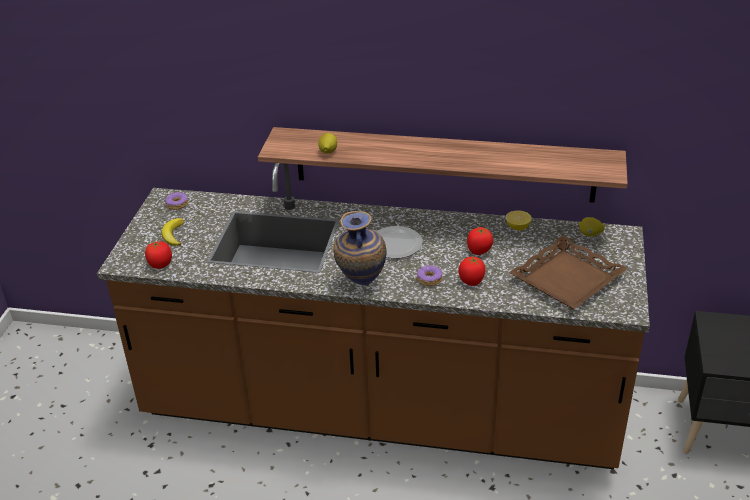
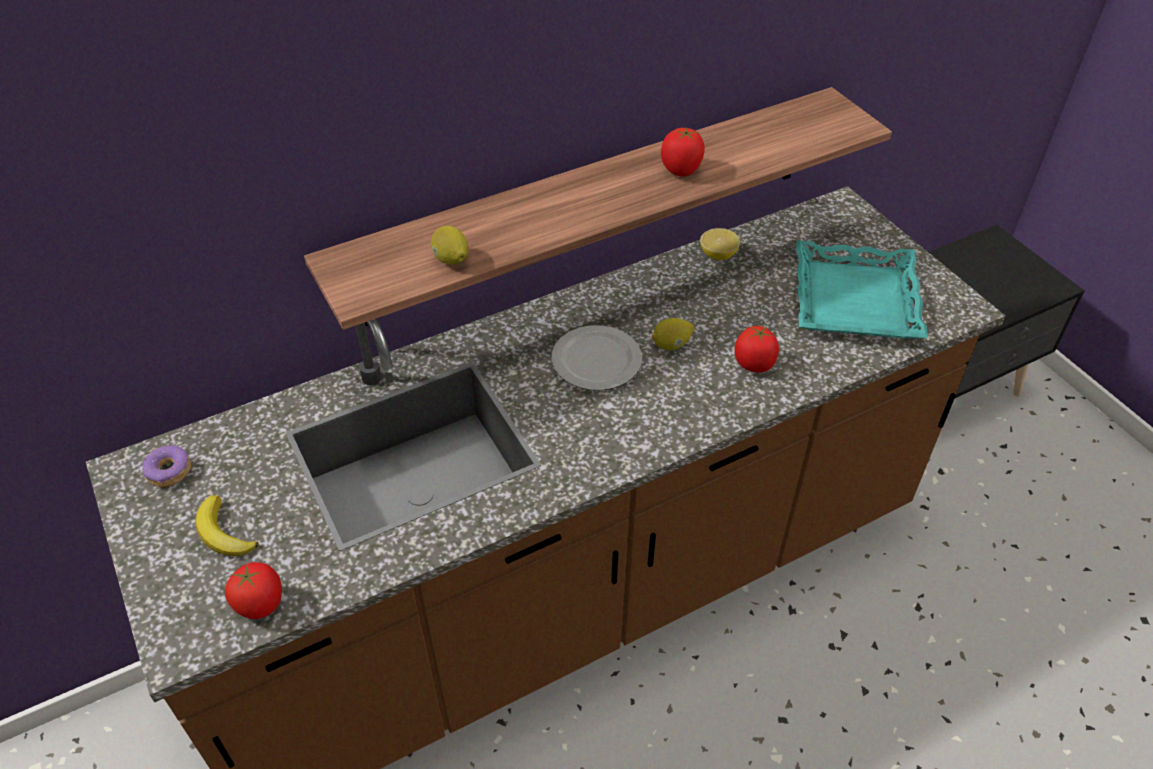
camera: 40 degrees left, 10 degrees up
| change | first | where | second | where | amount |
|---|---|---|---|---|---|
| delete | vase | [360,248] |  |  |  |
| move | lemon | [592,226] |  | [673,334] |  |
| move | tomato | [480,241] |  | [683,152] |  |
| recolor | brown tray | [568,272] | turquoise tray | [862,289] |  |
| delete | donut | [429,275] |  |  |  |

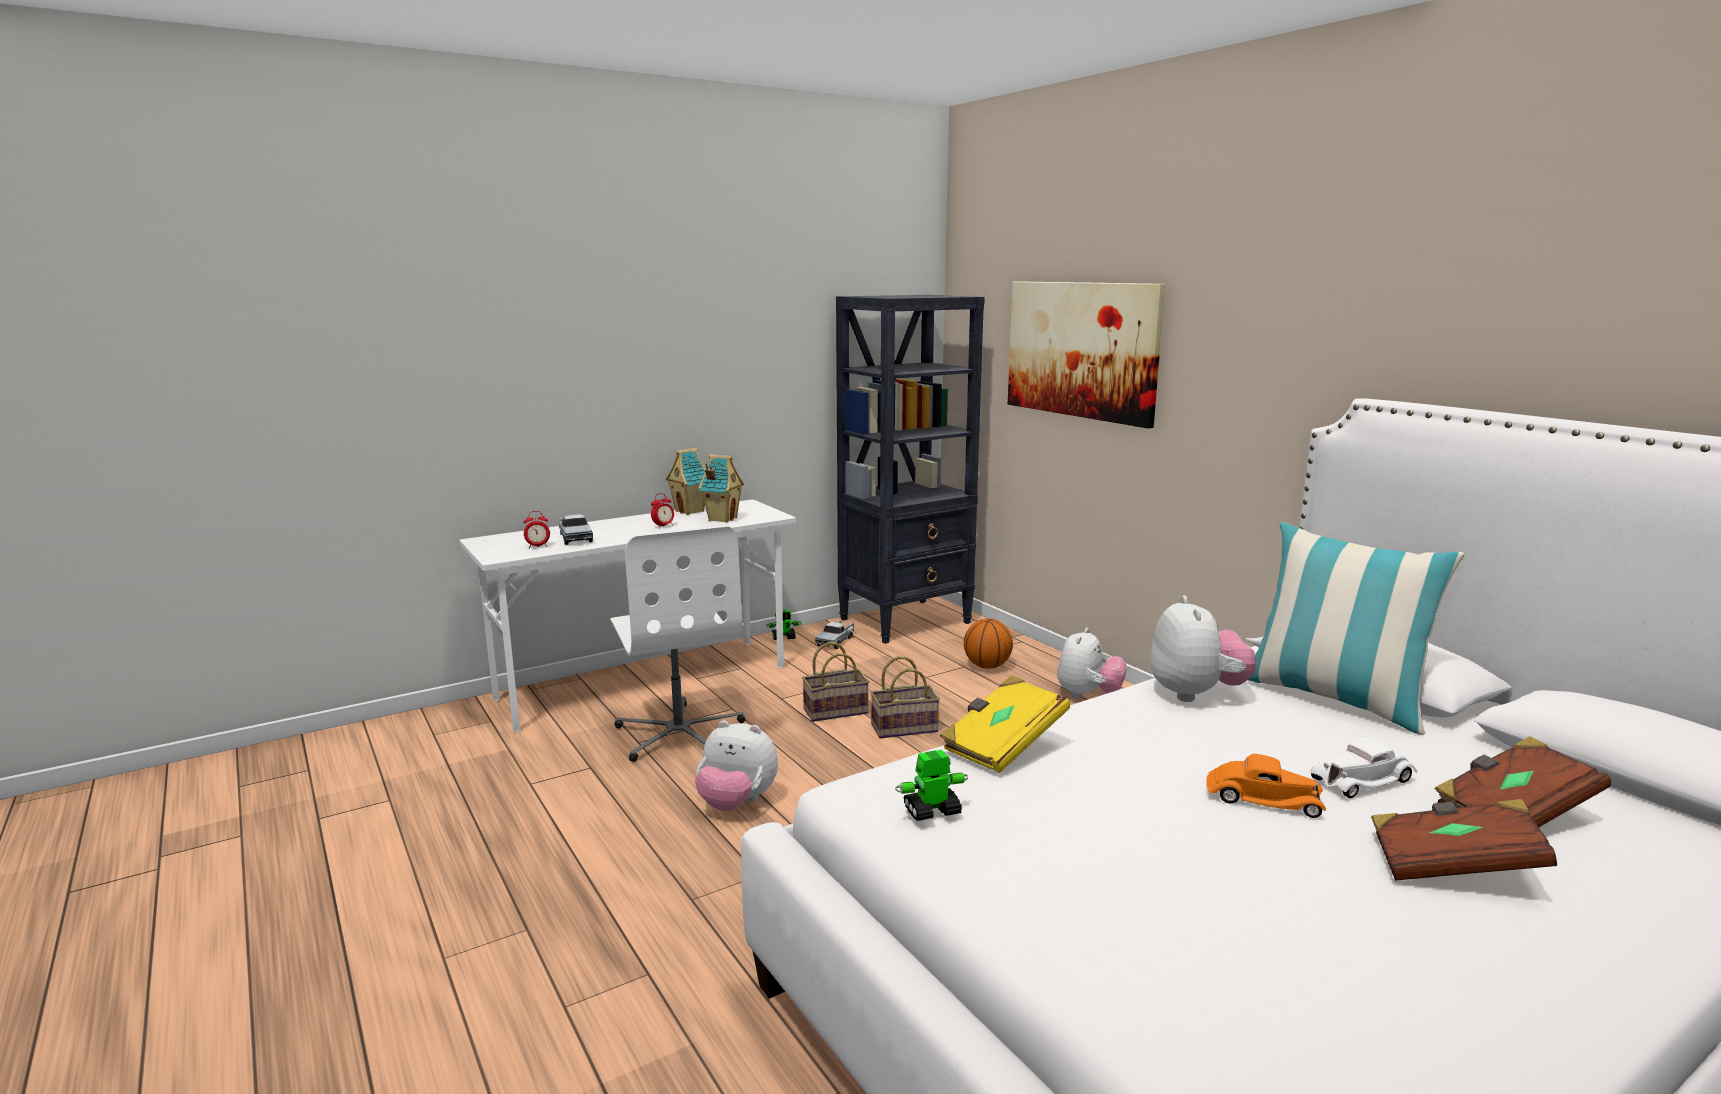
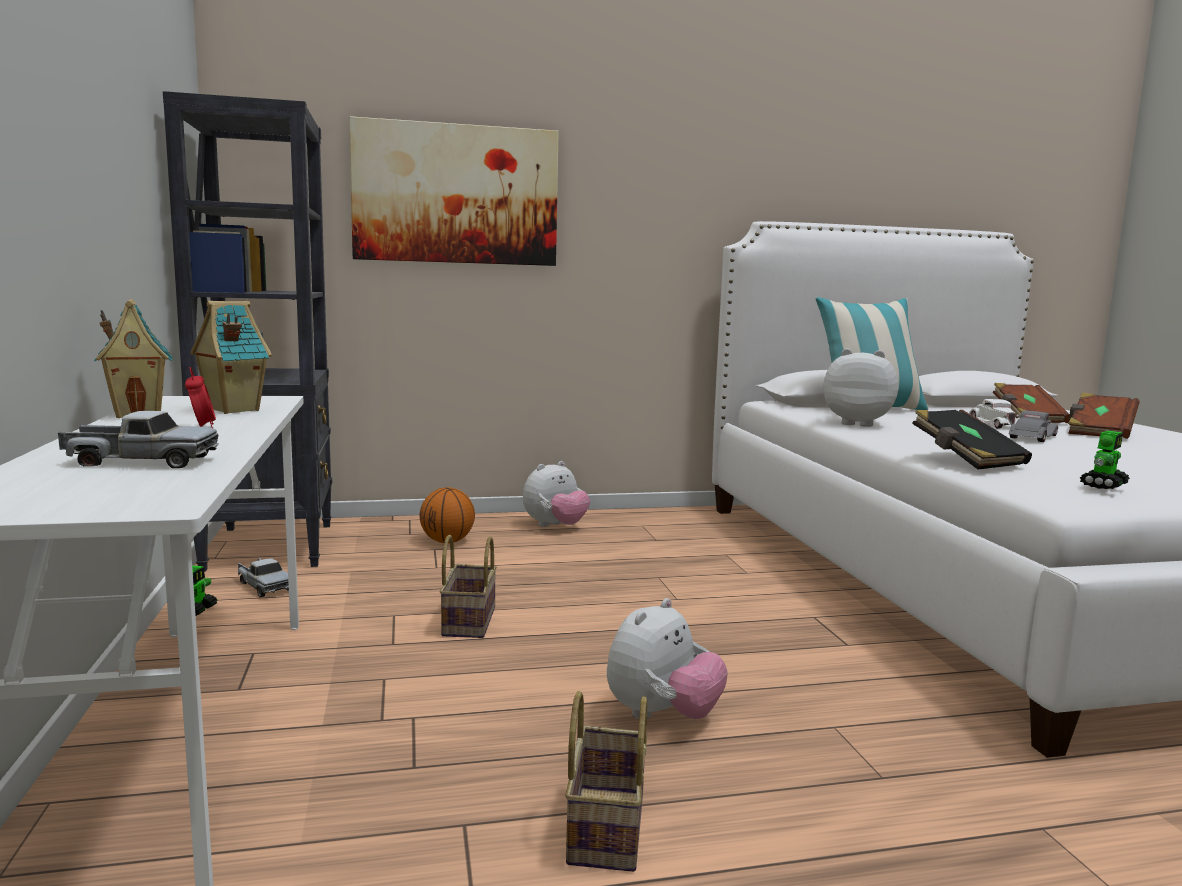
camera: 70 degrees left, 5 degrees down
| change | first | where | second | where | amount |
|---|---|---|---|---|---|
| delete | alarm clock | [537,530] |  |  |  |
| delete | white office chair | [677,644] |  |  |  |
| rotate | plush toy | [1092,663] |  | [556,494] | 90 degrees clockwise |
| move | basket | [905,697] |  | [606,781] |  |
| recolor | yellow book | [1005,724] | black book | [972,440] |  |
| rotate | toy robot | [931,785] |  | [1105,460] | 135 degrees counterclockwise |
| recolor | orange toy car | [1266,786] | grey toy car | [1033,426] |  |

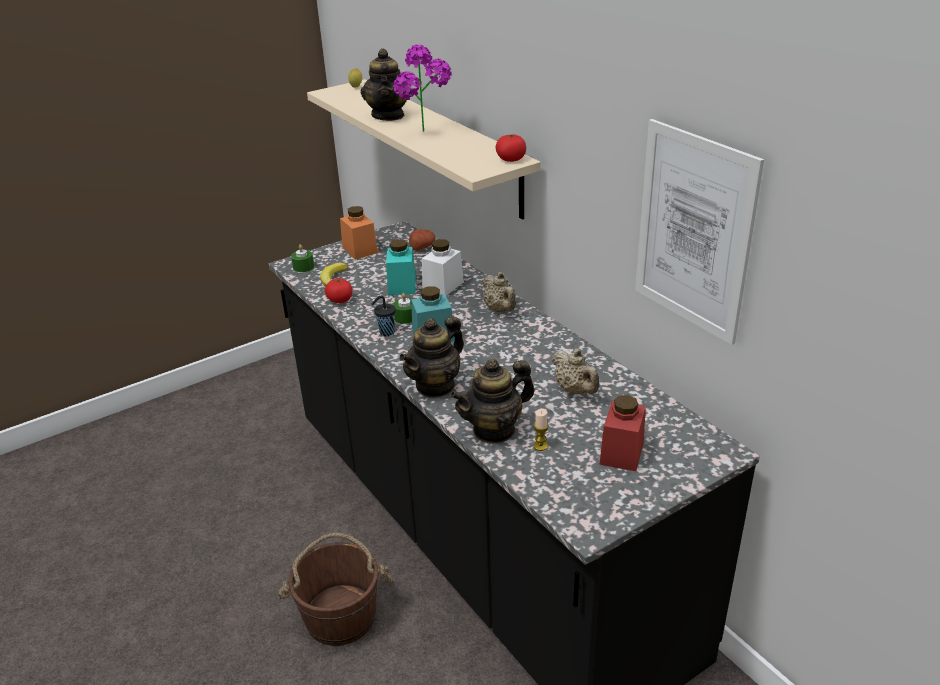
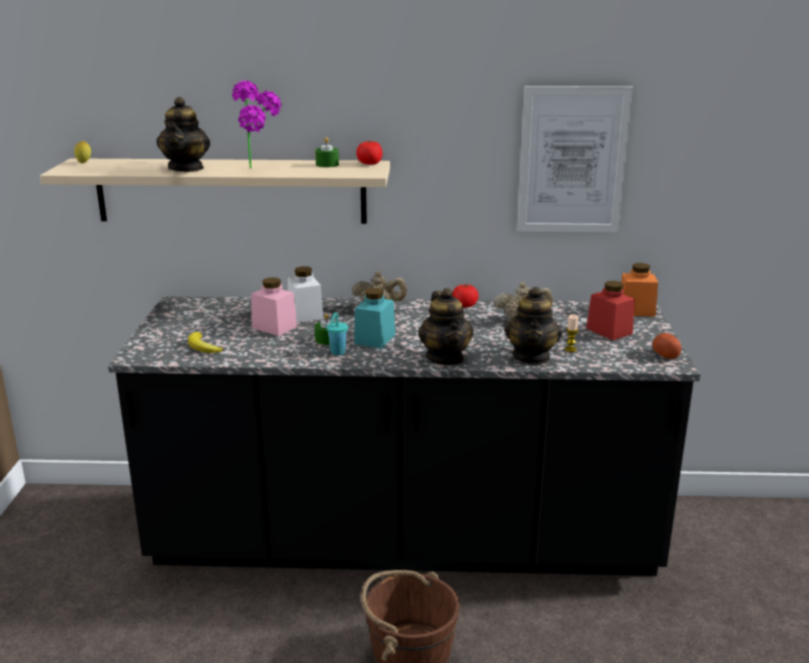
camera: 55 degrees left, 10 degrees down
| change | first | where | second | where | amount |
|---|---|---|---|---|---|
| rotate | teapot | [386,84] |  | [183,134] | 60 degrees clockwise |
| move | orange jar | [359,233] |  | [639,290] |  |
| move | potato | [422,240] |  | [666,346] |  |
| recolor | turquoise jar | [401,267] | pink jar | [274,306] |  |
| move | green candle | [302,258] |  | [327,152] |  |
| move | tomato | [338,290] |  | [465,295] |  |
| recolor | black cup | [383,316] | turquoise cup | [337,333] |  |

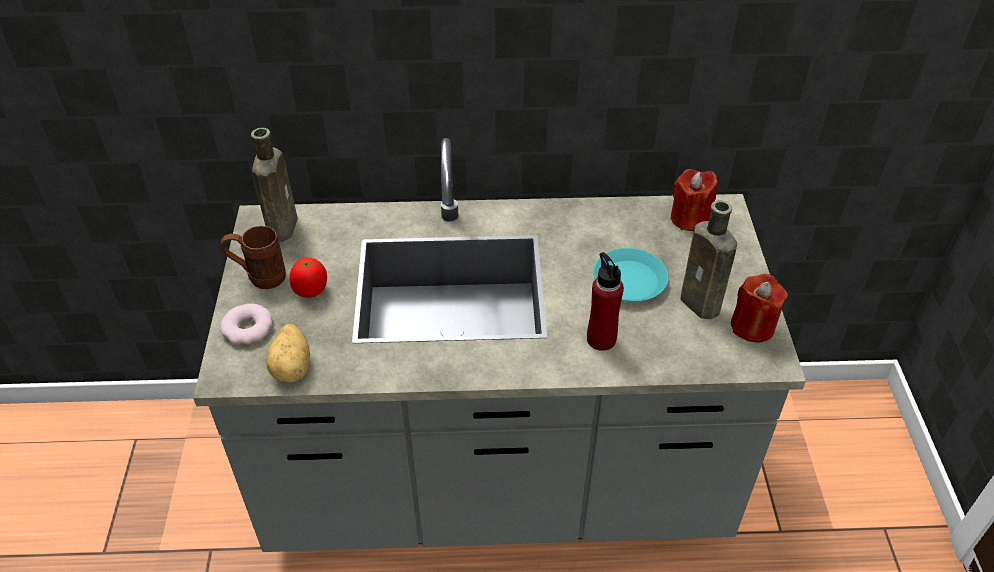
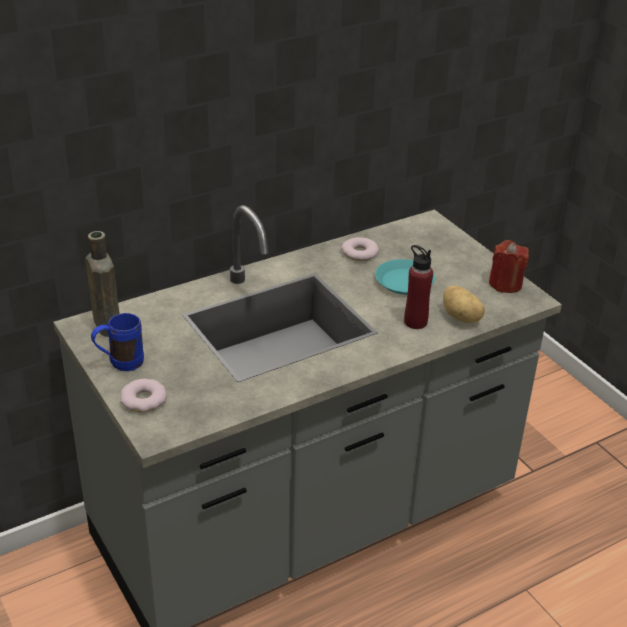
camera: 30 degrees left, 10 degrees down
| change | first | where | second | where | amount |
|---|---|---|---|---|---|
| delete | red candle | [694,200] |  |  |  |
| delete | brown bottle | [708,259] |  |  |  |
| recolor | brown mug | [253,257] | blue mug | [117,342] |  |
| delete | tomato | [308,278] |  |  |  |
| move | potato | [288,353] |  | [464,304] |  |
| insert |  |  | donut | [360,249] |  |

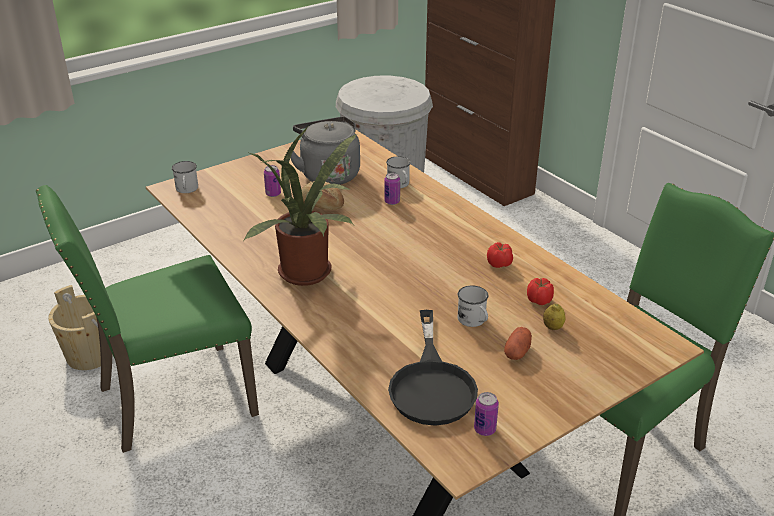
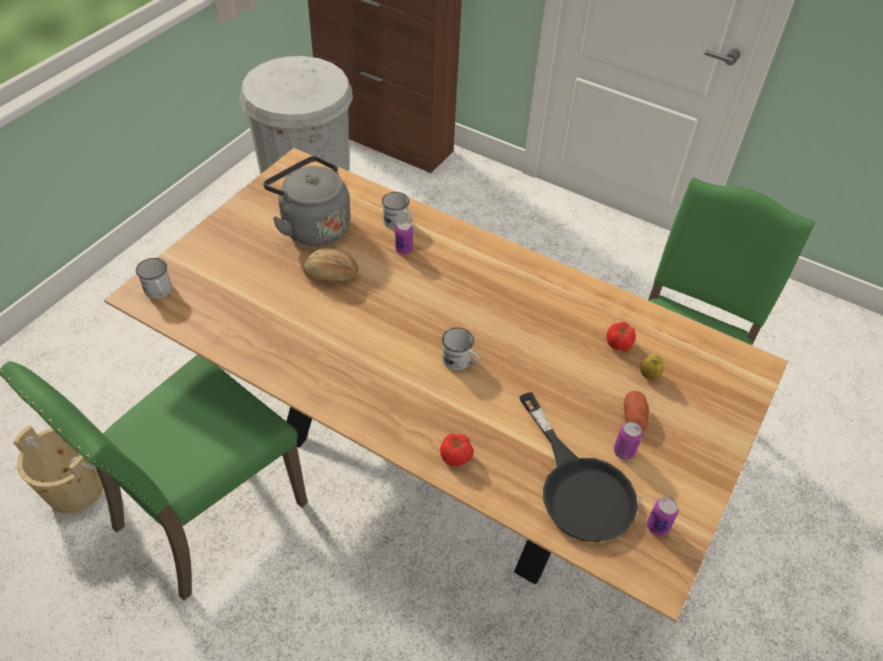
camera: 25 degrees left, 15 degrees up
| change | first | where | second | where | amount |
|---|---|---|---|---|---|
| delete | potted plant | [300,206] |  |  |  |
| move | can | [272,181] |  | [628,440] |  |
| move | tomato | [500,255] |  | [457,450] |  |
| move | white mug | [473,306] |  | [461,348] |  |

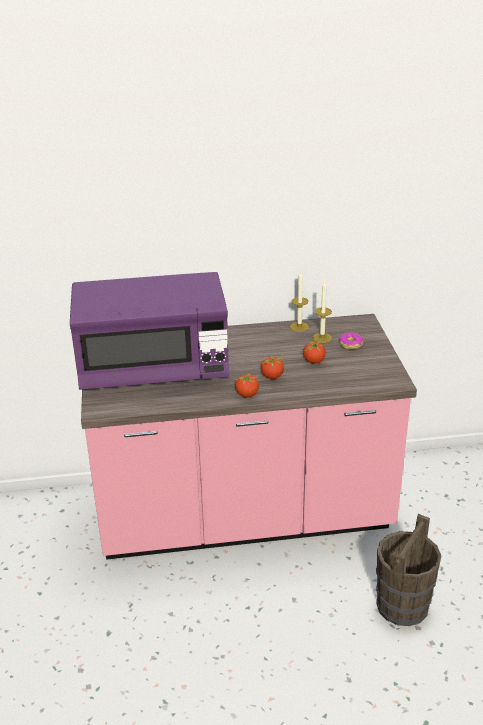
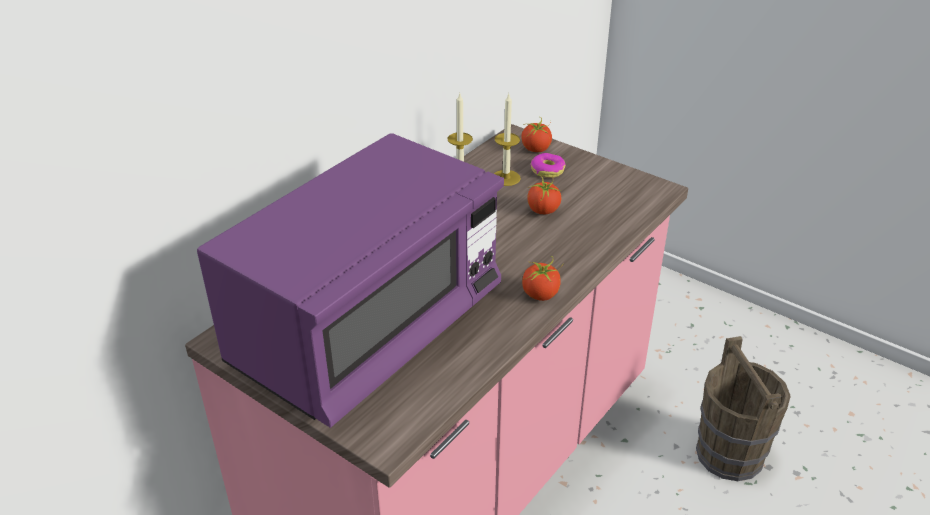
camera: 45 degrees left, 5 degrees up
| change | first | where | second | where | amount |
|---|---|---|---|---|---|
| move | tomato | [273,367] |  | [536,134] |  |

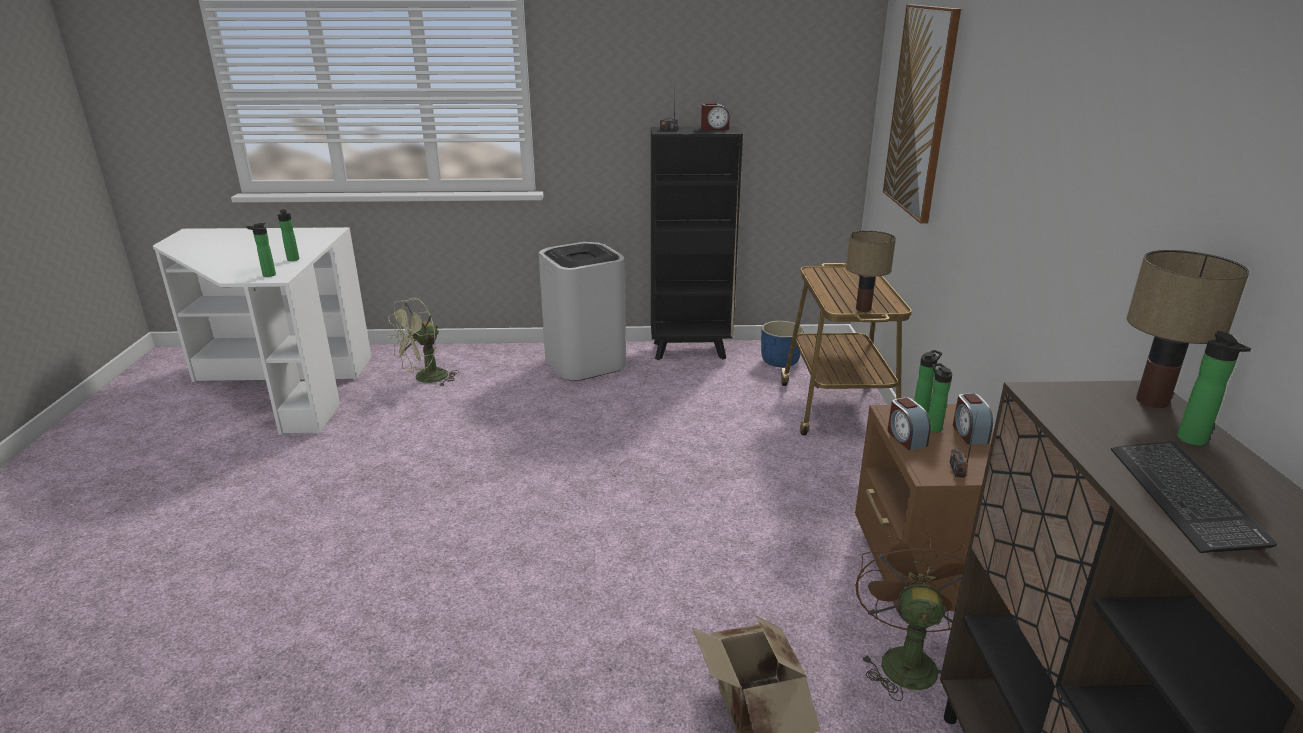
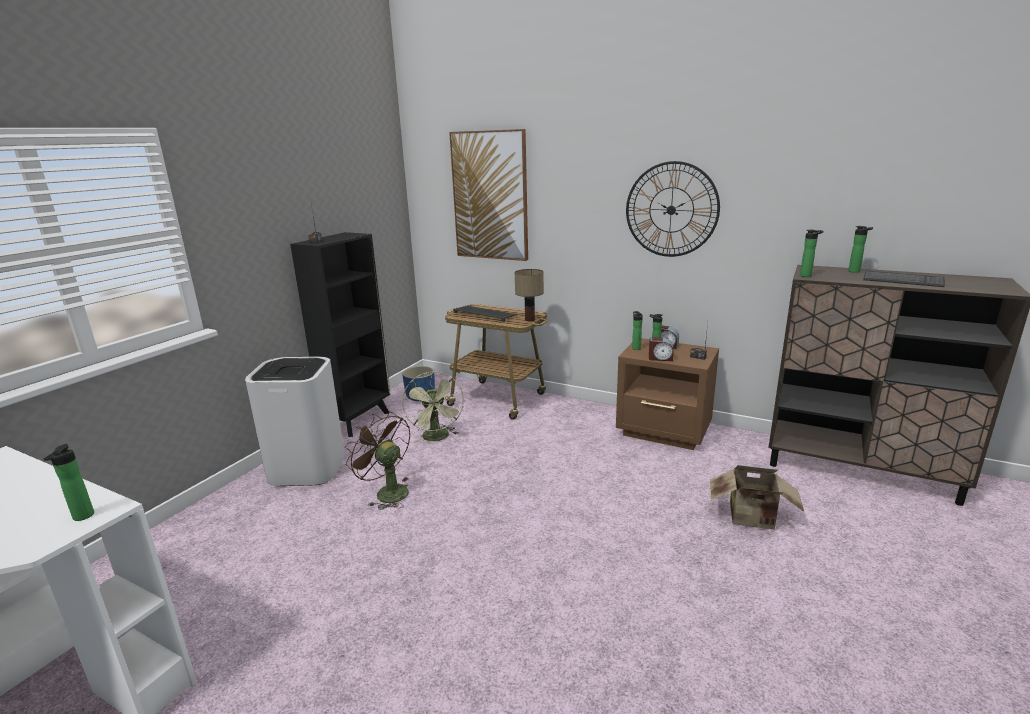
camera: 60 degrees left, 5 degrees down
| change | first | where | second | where | amount |
|---|---|---|---|---|---|
| delete | alarm clock | [715,116] |  |  |  |
| move | bottle | [288,235] |  | [812,253] |  |
| delete | table lamp | [1188,329] |  |  |  |
| move | green fan | [423,342] |  | [433,407] |  |
| move | brown fan | [912,617] |  | [377,461] |  |
| insert |  |  | wall clock | [673,209] |  |
| insert |  |  | keyboard | [485,314] |  |

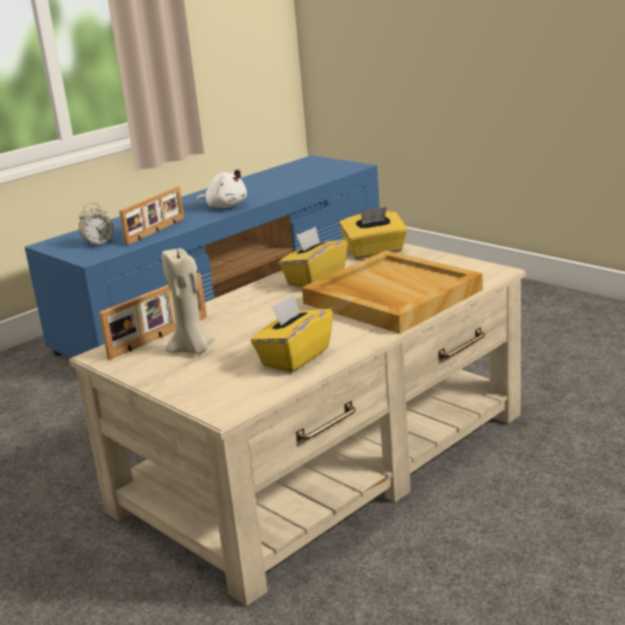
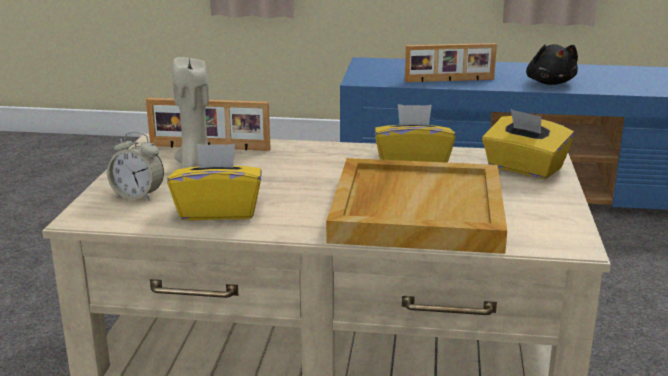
camera: 50 degrees right, 0 degrees up
| change | first | where | second | where | amount |
|---|---|---|---|---|---|
| recolor | white plush toy | [222,188] | black plush toy | [552,64] |  |
| move | alarm clock | [96,225] |  | [135,166] |  |

